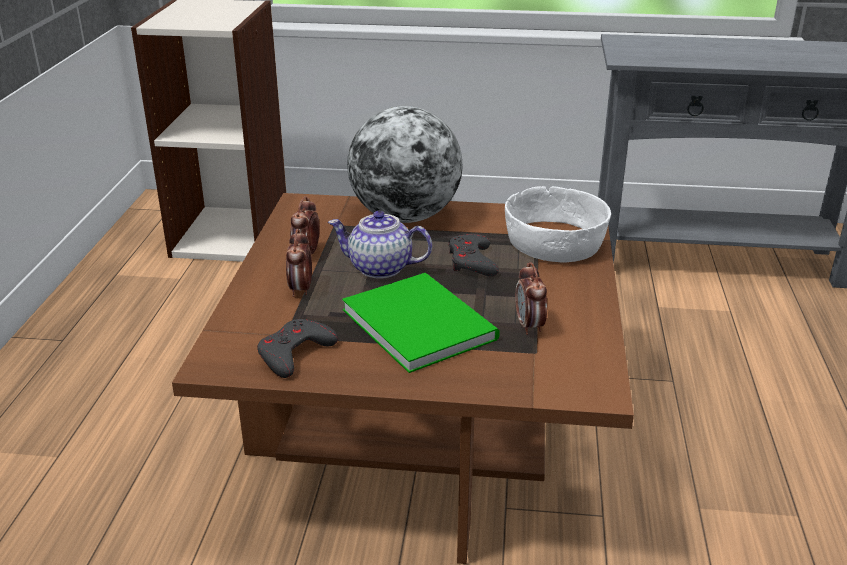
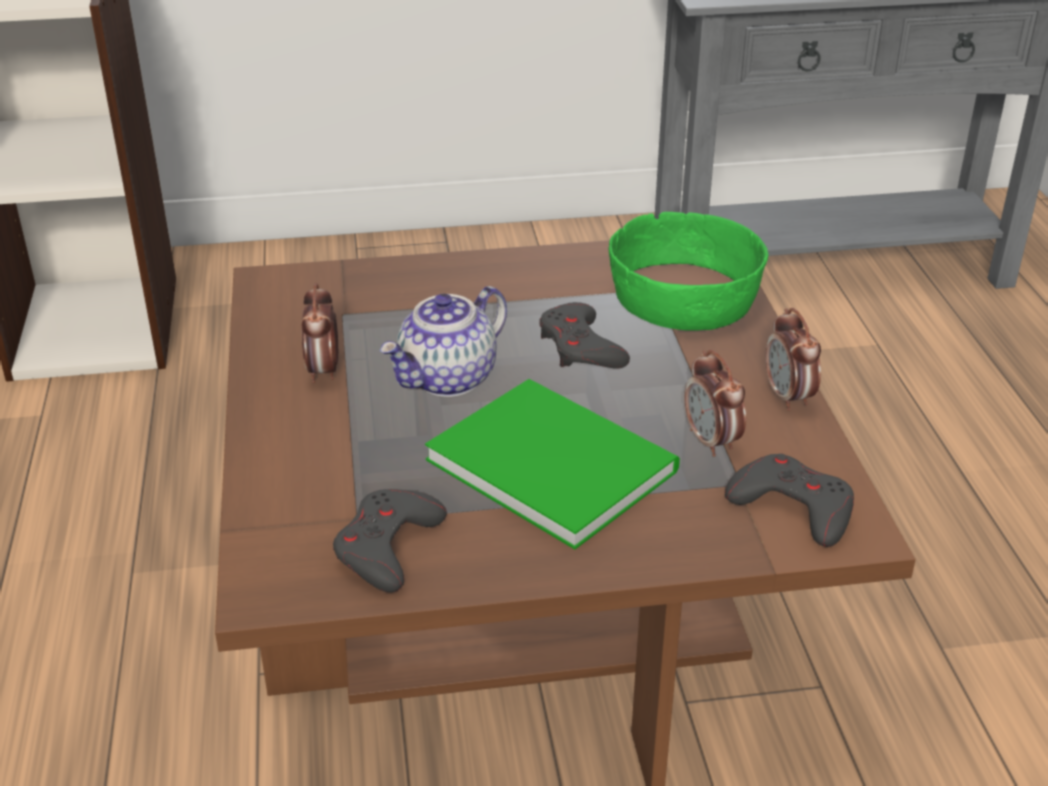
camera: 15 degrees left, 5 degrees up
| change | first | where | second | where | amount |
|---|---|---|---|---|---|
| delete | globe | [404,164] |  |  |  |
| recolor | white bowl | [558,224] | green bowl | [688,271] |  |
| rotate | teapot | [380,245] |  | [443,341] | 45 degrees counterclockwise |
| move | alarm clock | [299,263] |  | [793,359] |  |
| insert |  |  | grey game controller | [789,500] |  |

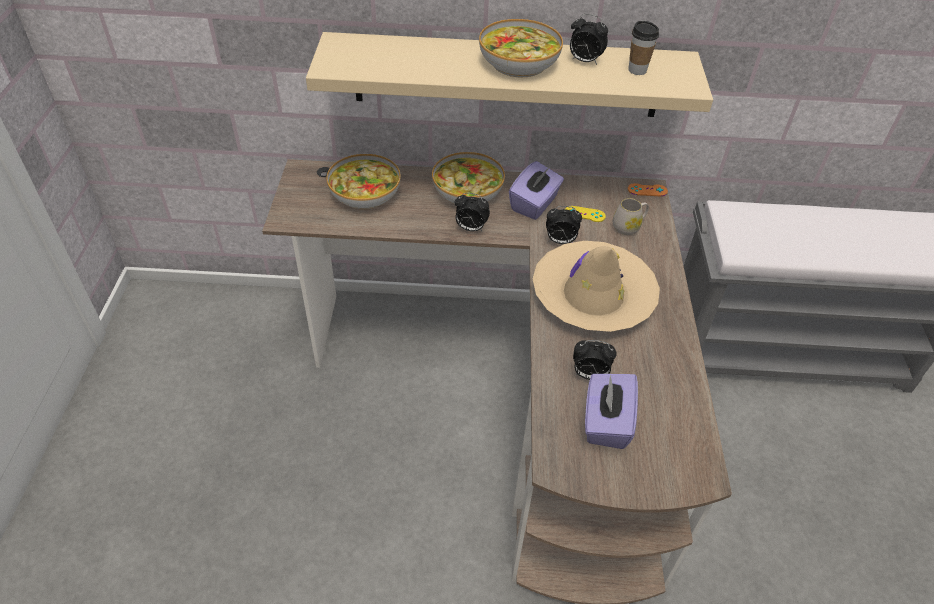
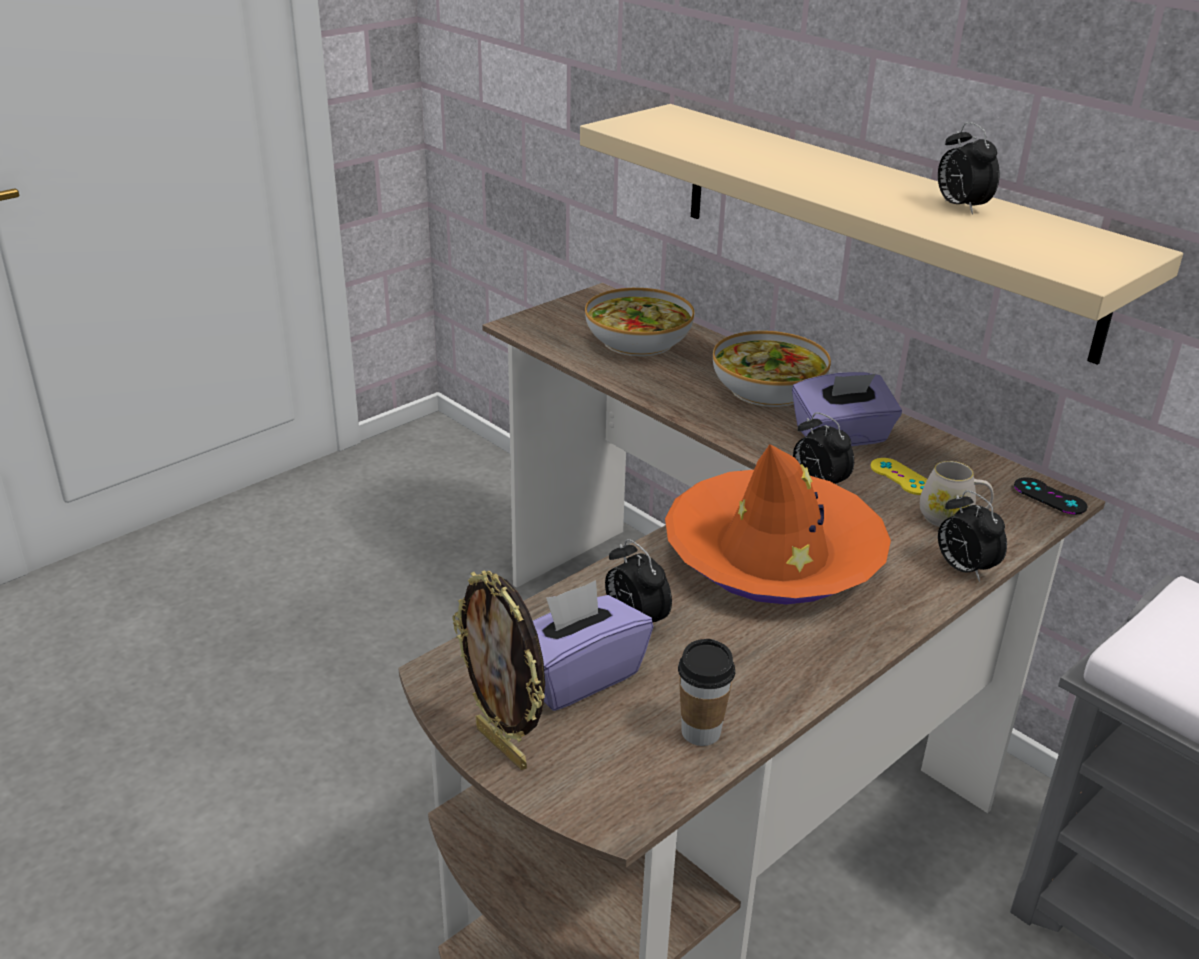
camera: 45 degrees right, 15 degrees down
| change | first | where | second | where | amount |
|---|---|---|---|---|---|
| delete | bowl | [521,48] |  |  |  |
| move | cup | [643,48] |  | [706,692] |  |
| recolor | orange game controller | [648,189] | black game controller | [1051,495] |  |
| move | alarm clock | [472,212] |  | [972,536] |  |
| recolor | beige hat | [596,286] | orange hat | [778,524] |  |
| insert |  |  | picture frame | [498,670] |  |

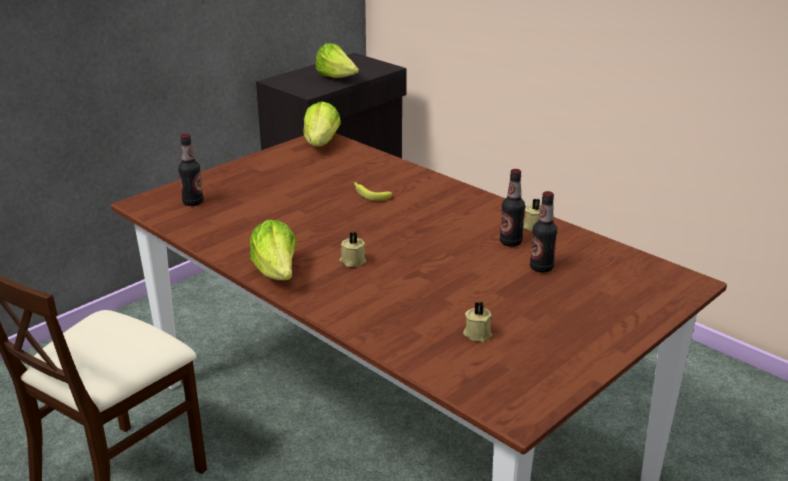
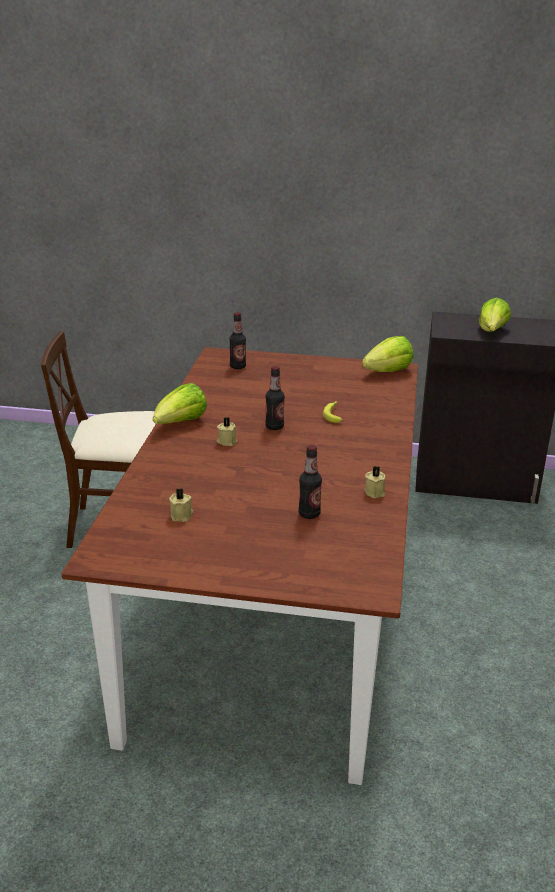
camera: 55 degrees right, 0 degrees up
| change | first | where | second | where | amount |
|---|---|---|---|---|---|
| move | bottle | [512,208] |  | [275,398] |  |

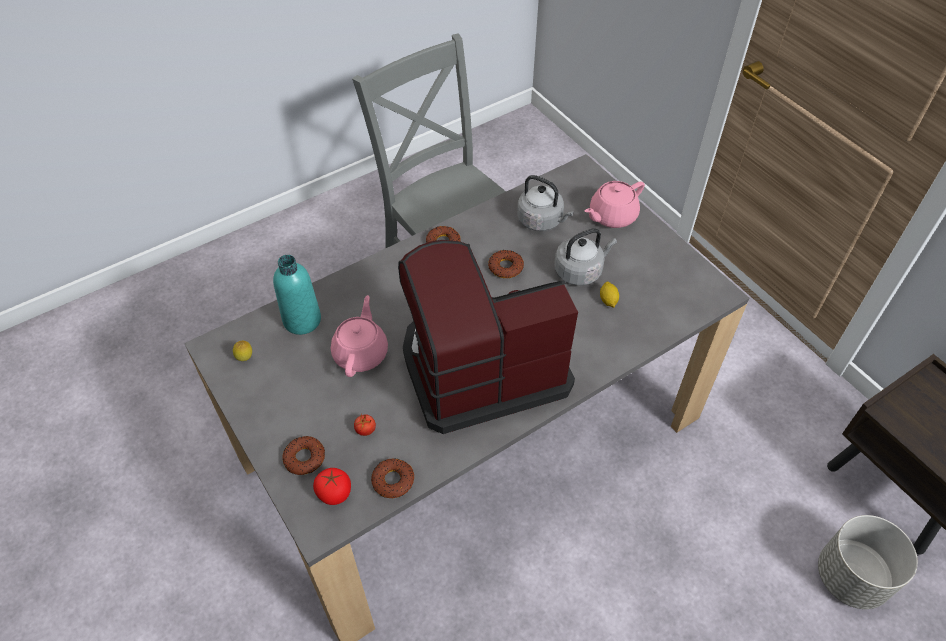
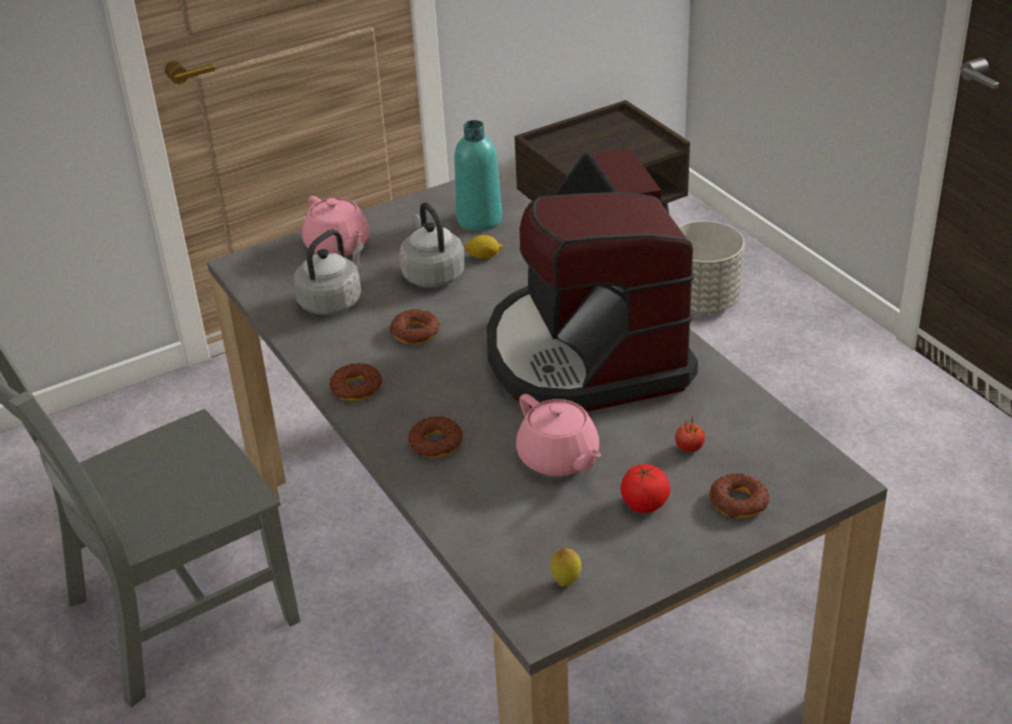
camera: 85 degrees left, 15 degrees down
| change | first | where | second | where | amount |
|---|---|---|---|---|---|
| move | turquoise bottle | [297,295] |  | [478,175] |  |
| rotate | pink teapot | [359,336] |  | [558,435] | 135 degrees counterclockwise |
| move | donut | [392,478] |  | [435,437] |  |
| move | tomato | [332,486] |  | [645,488] |  |

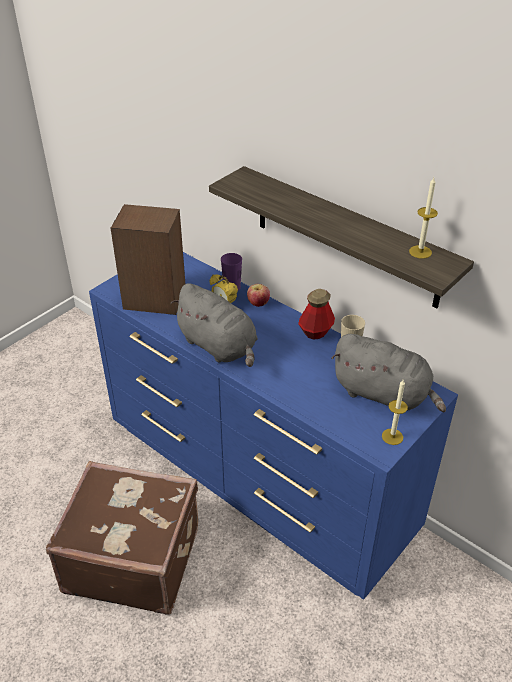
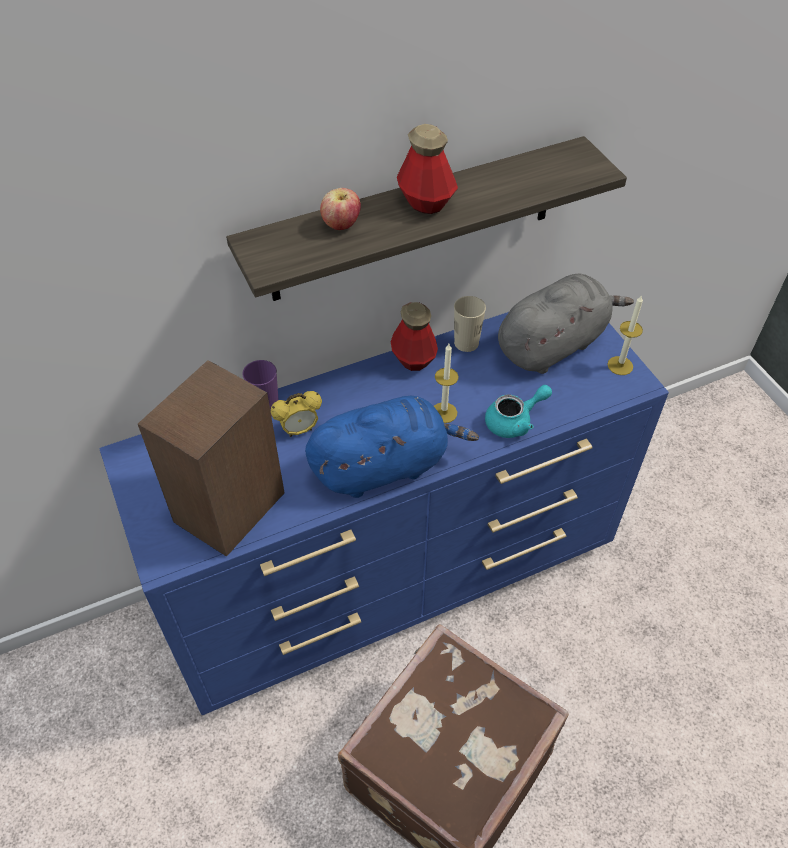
camera: 65 degrees left, 10 degrees up
| change | first | where | second | where | amount |
|---|---|---|---|---|---|
| move | candle | [423,218] |  | [446,383] |  |
| recolor | grey plush toy | [214,325] | blue plush toy | [392,447] |  |
| move | apple | [258,295] |  | [340,209] |  |
| insert |  |  | bottle | [427,169] |  |
| insert |  |  | turquoise teapot | [518,411] |  |

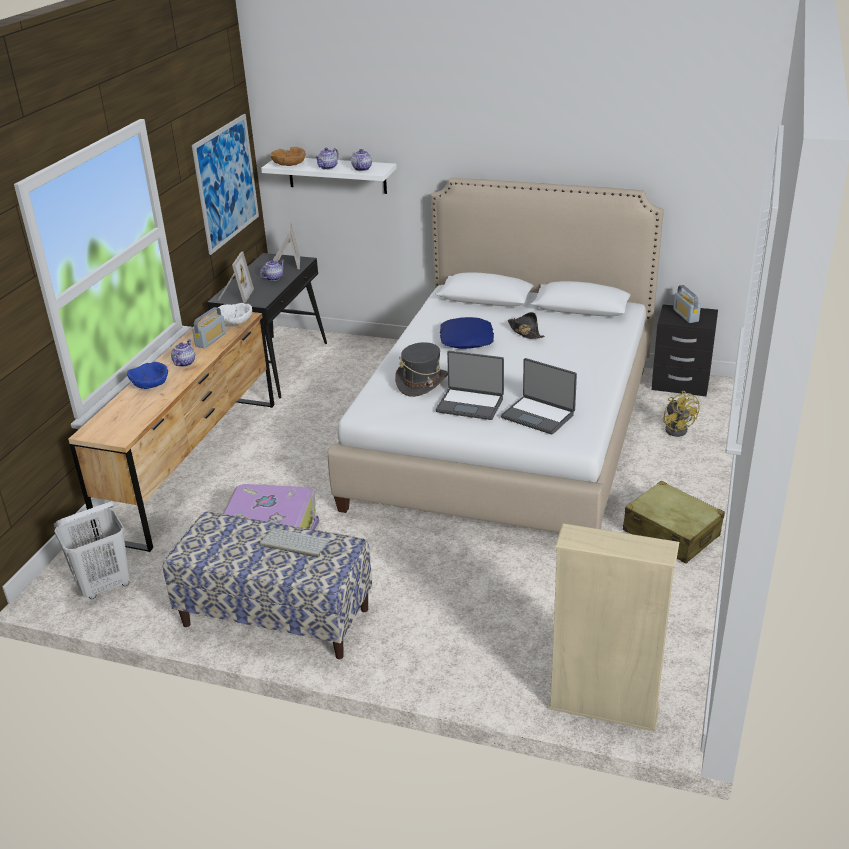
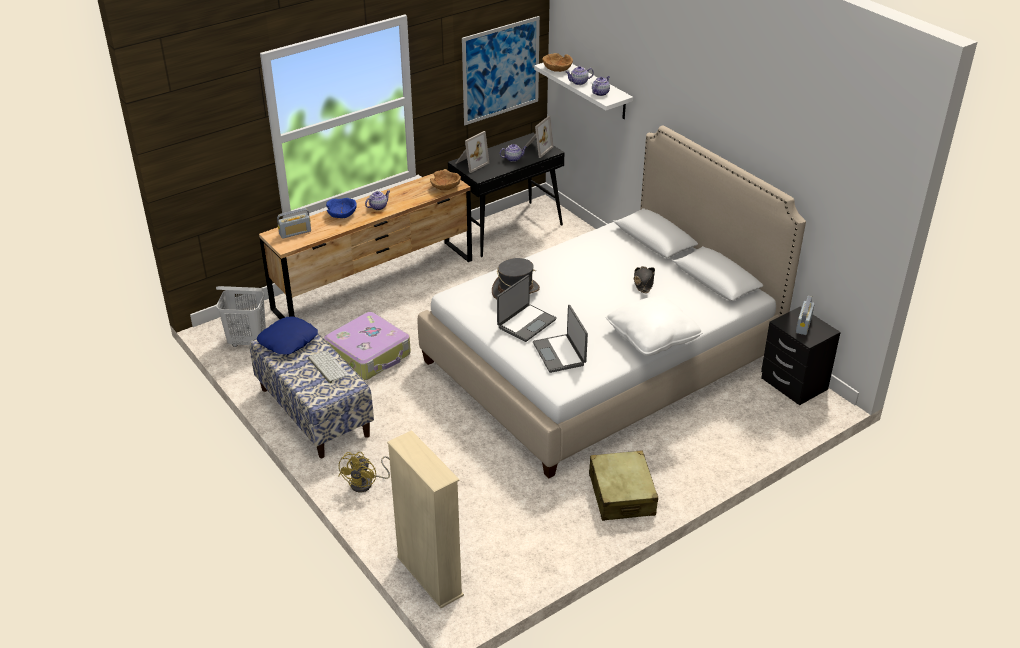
camera: 35 degrees right, 5 degrees up
| change | first | where | second | where | amount |
|---|---|---|---|---|---|
| recolor | white bowl | [234,314] | brown bowl | [445,180] |  |
| move | radio | [209,327] |  | [294,223] |  |
| move | blue pillow | [467,333] |  | [287,335] |  |
| rotate | laptop | [470,385] |  | [527,308] | 105 degrees counterclockwise |
| move | yellow fan | [681,414] |  | [364,472] |  |
| insert |  |  | white pillow | [654,325] |  |

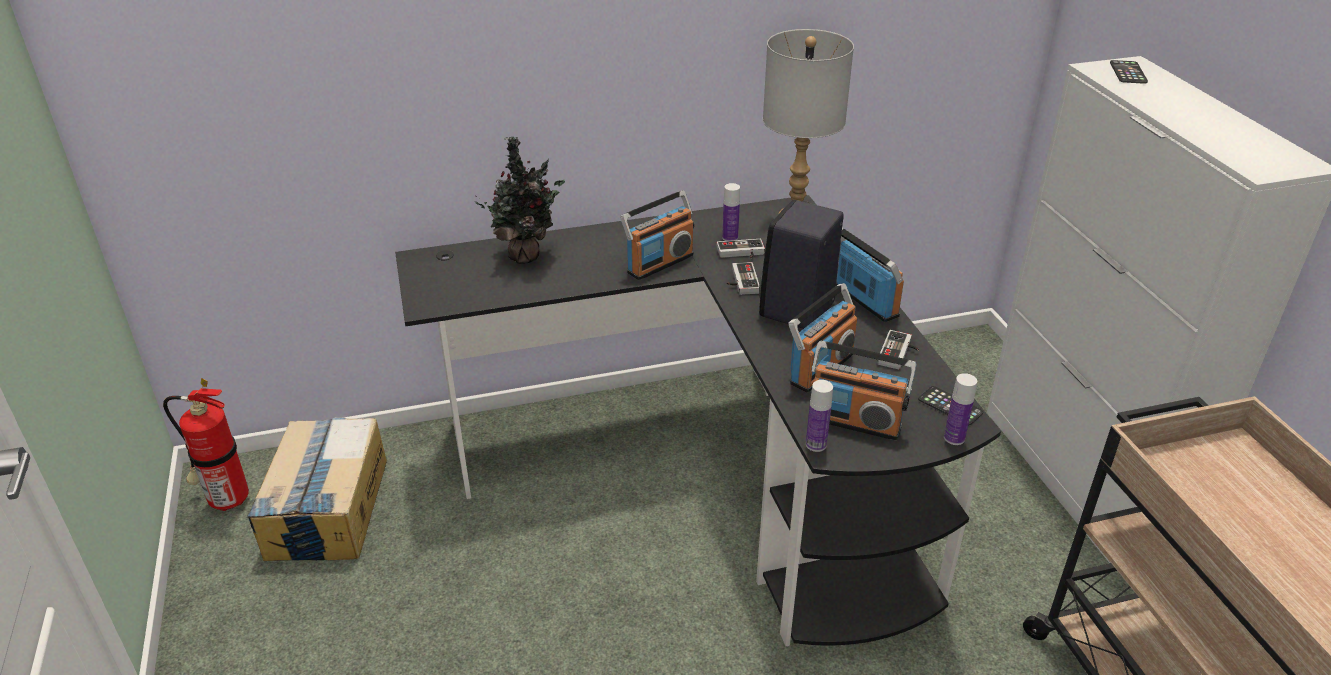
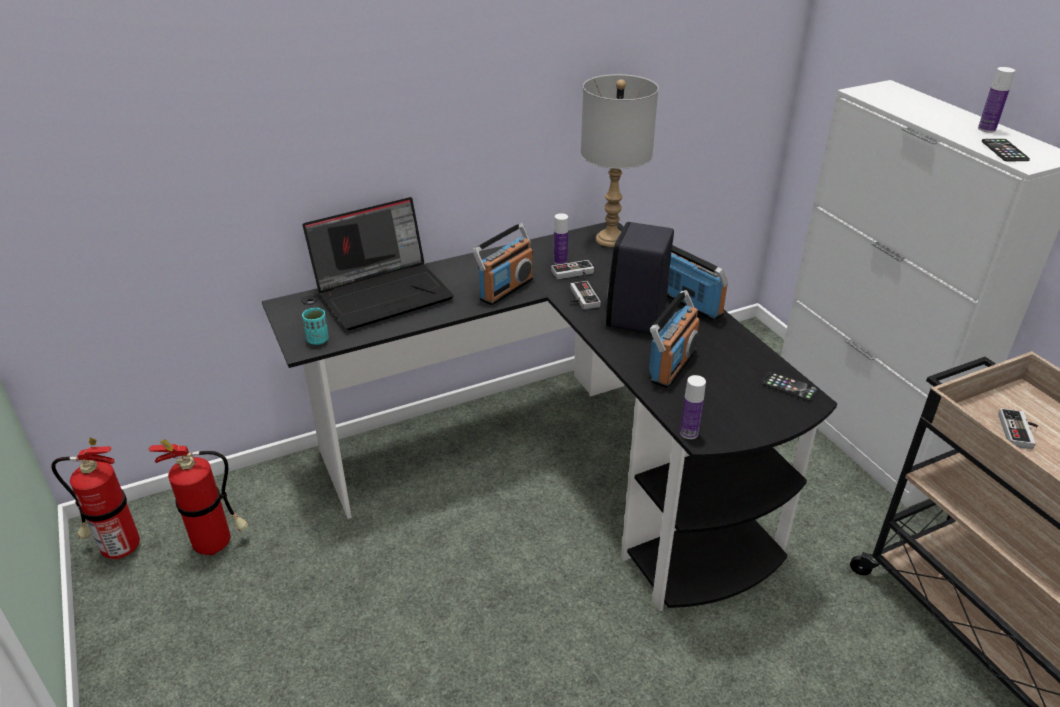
camera: 10 degrees left, 0 degrees up
| change | first | where | second | where | amount |
|---|---|---|---|---|---|
| move | phone | [1129,72] |  | [1006,150] |  |
| replace | potted plant | [519,200] | laptop | [378,263] |  |
| move | game controller | [898,350] |  | [1018,428] |  |
| delete | radio | [863,390] |  |  |  |
| move | bottle | [960,409] |  | [996,100] |  |
| replace | cardboard box | [317,489] | fire extinguisher | [198,497] |  |
| insert |  |  | turquoise cup | [315,326] |  |

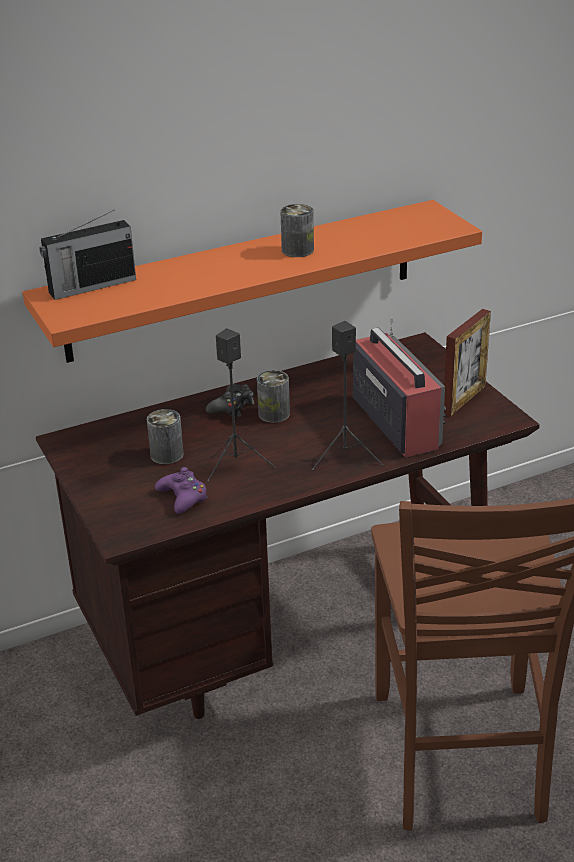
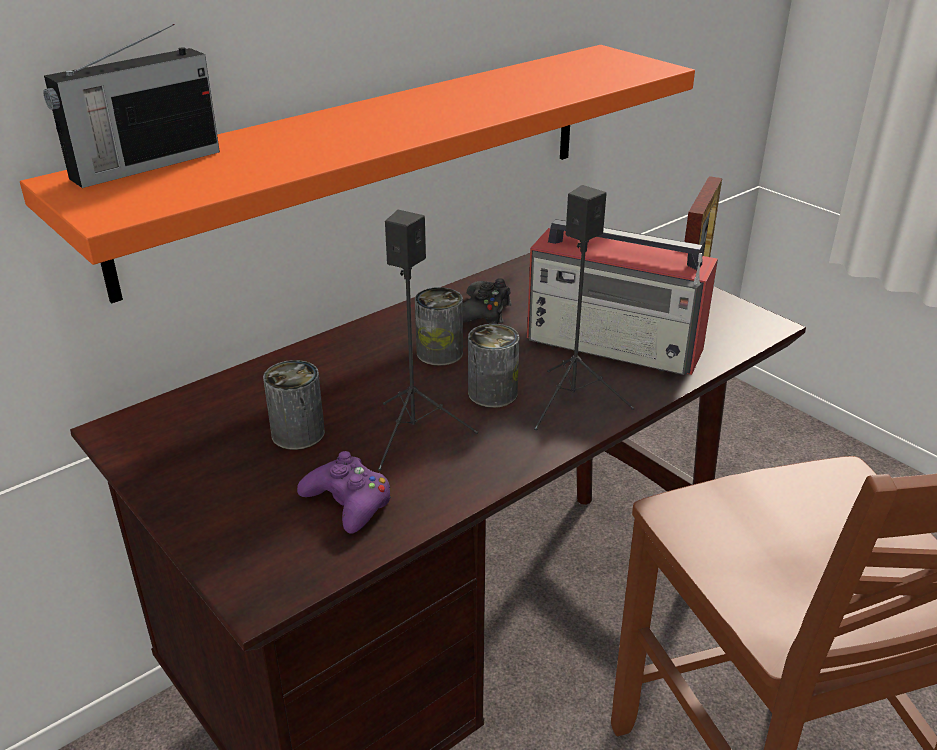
camera: 15 degrees left, 0 degrees up
| change | first | where | second | where | amount |
|---|---|---|---|---|---|
| move | can | [297,230] |  | [494,366] |  |
| rotate | radio | [399,388] |  | [622,297] | 150 degrees clockwise |
| move | black game controller | [230,400] |  | [487,301] |  |

